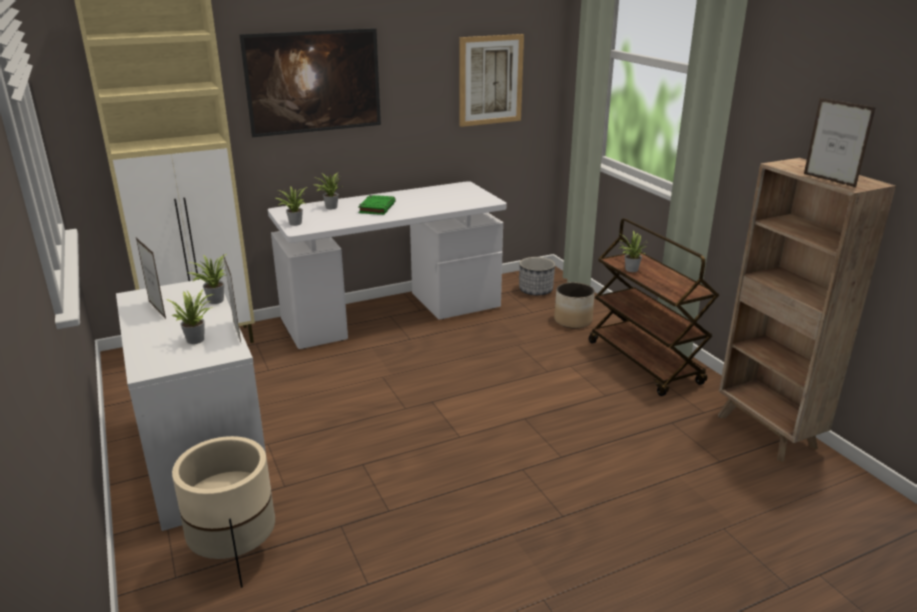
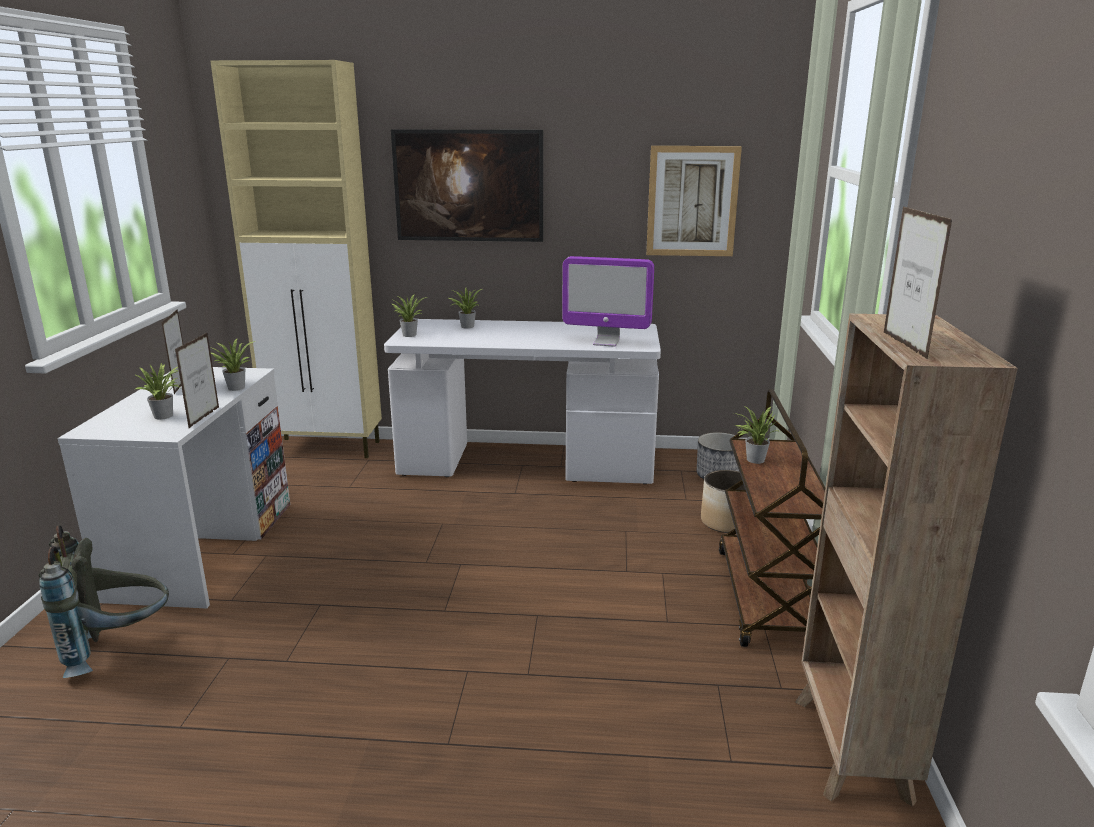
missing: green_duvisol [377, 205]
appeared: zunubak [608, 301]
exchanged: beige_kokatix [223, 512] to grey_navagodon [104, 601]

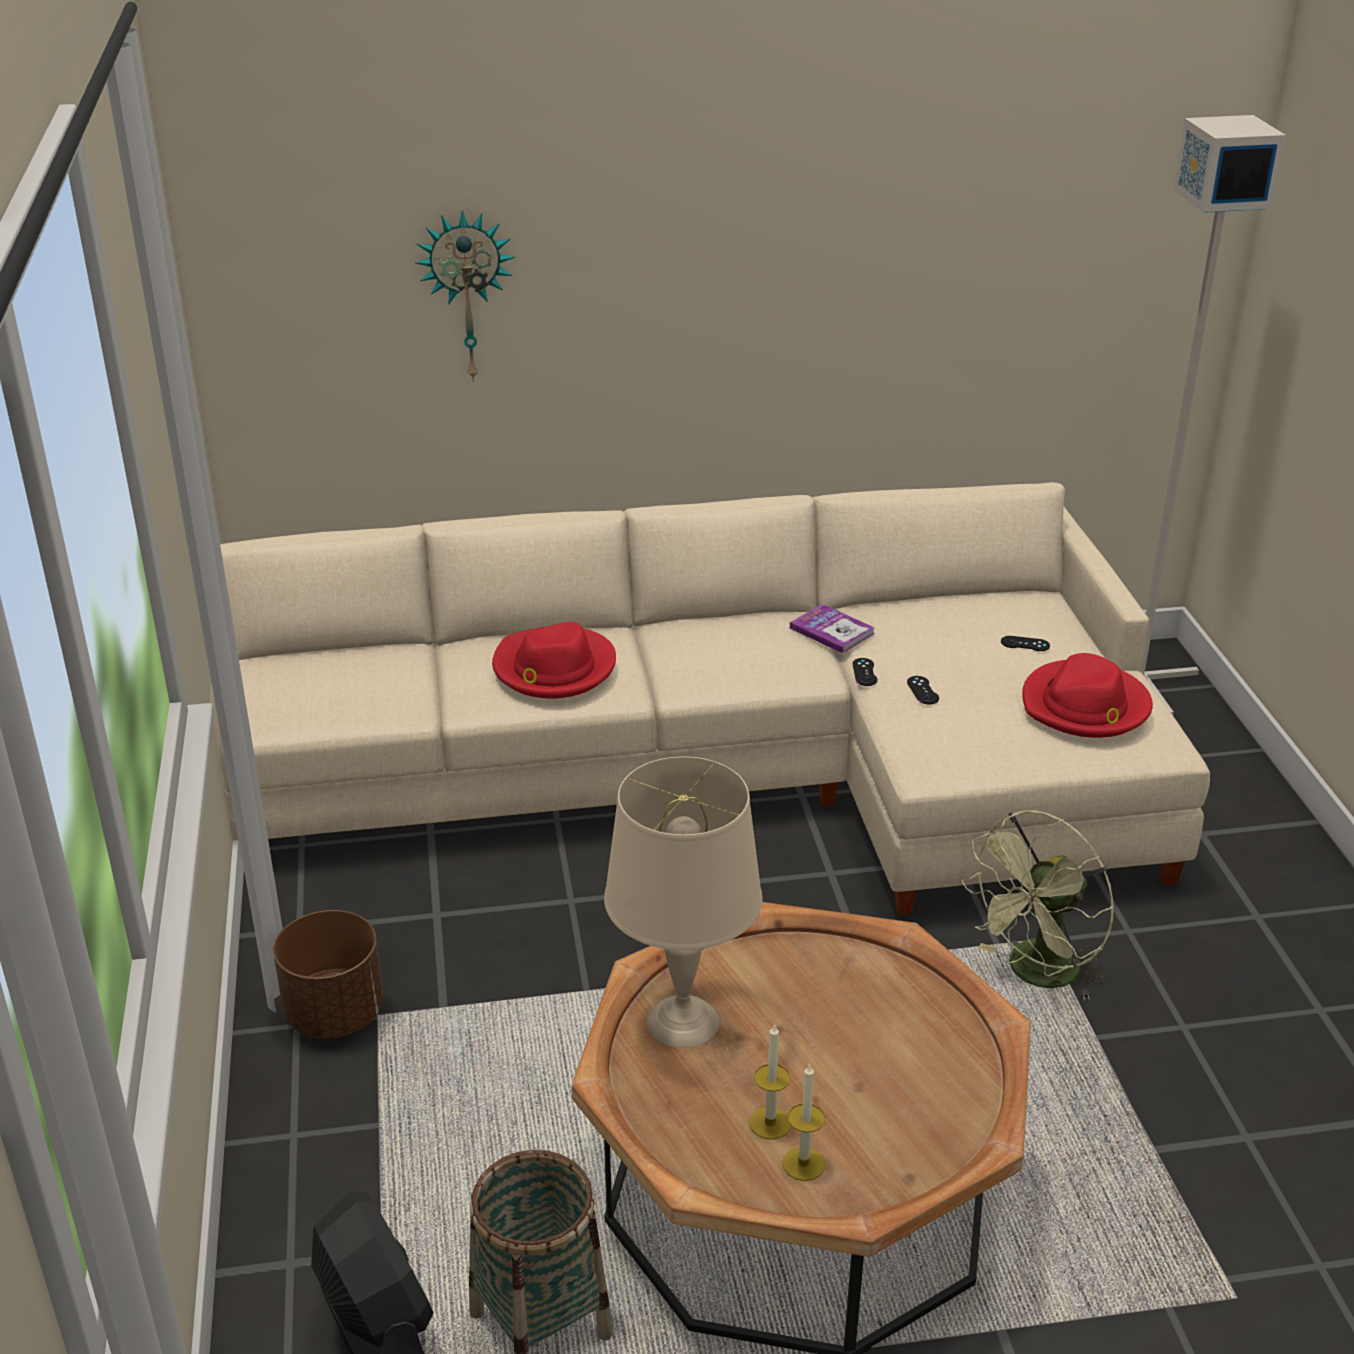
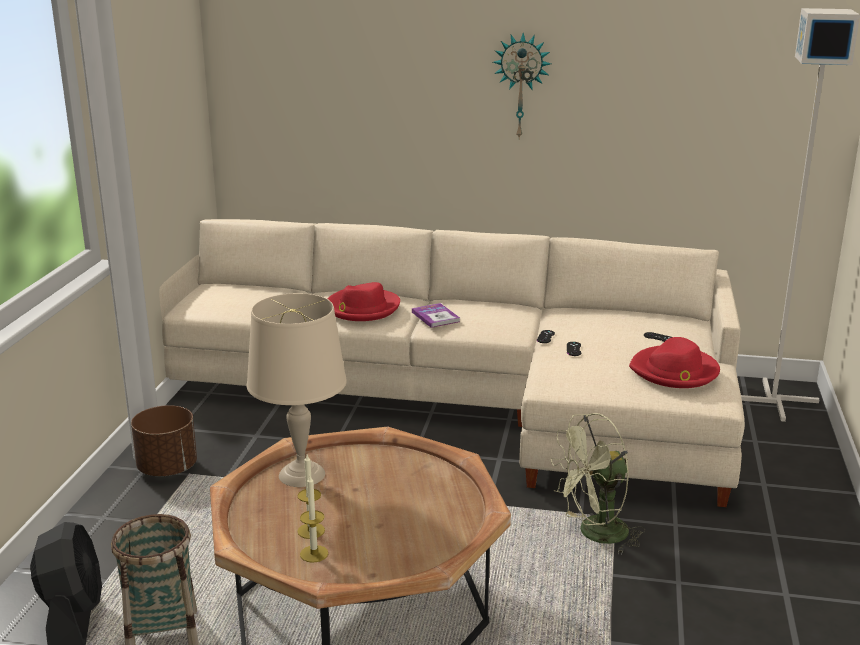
relocated: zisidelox [465, 296] to [522, 86]; duvisol [832, 628] to [436, 315]

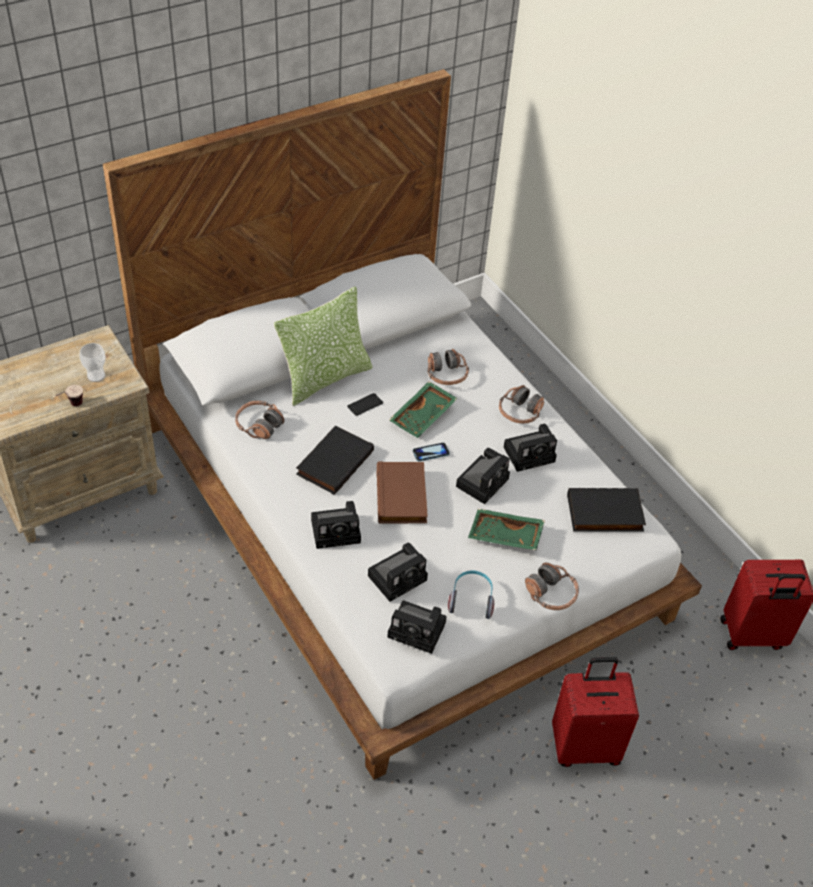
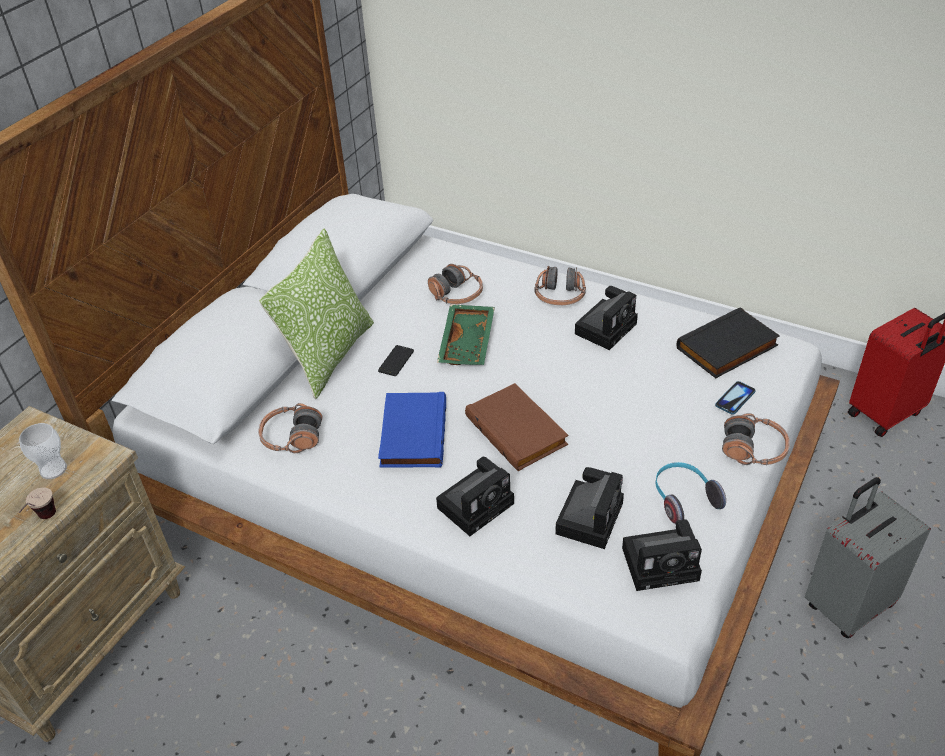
missing: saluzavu [483, 476]; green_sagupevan [506, 529]
relocated: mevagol [431, 452] to [735, 398]
colour: black_duvisol [335, 460] to blue_duvisol [412, 430]; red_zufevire [595, 712] to grey_zufevire [868, 557]

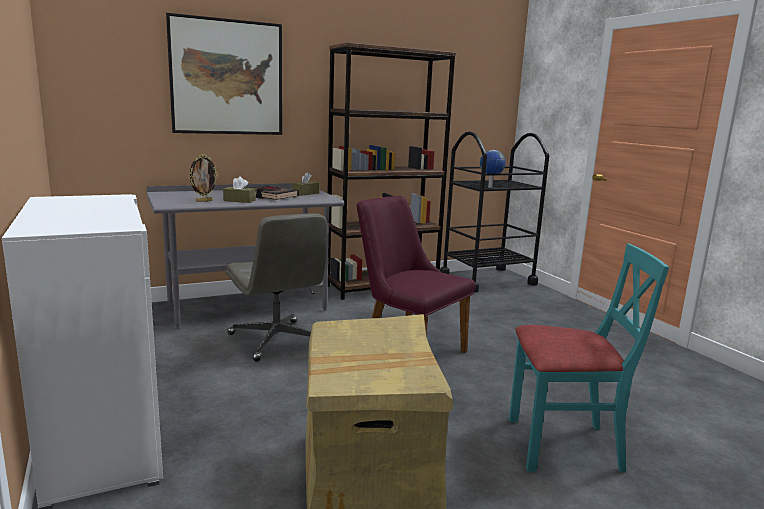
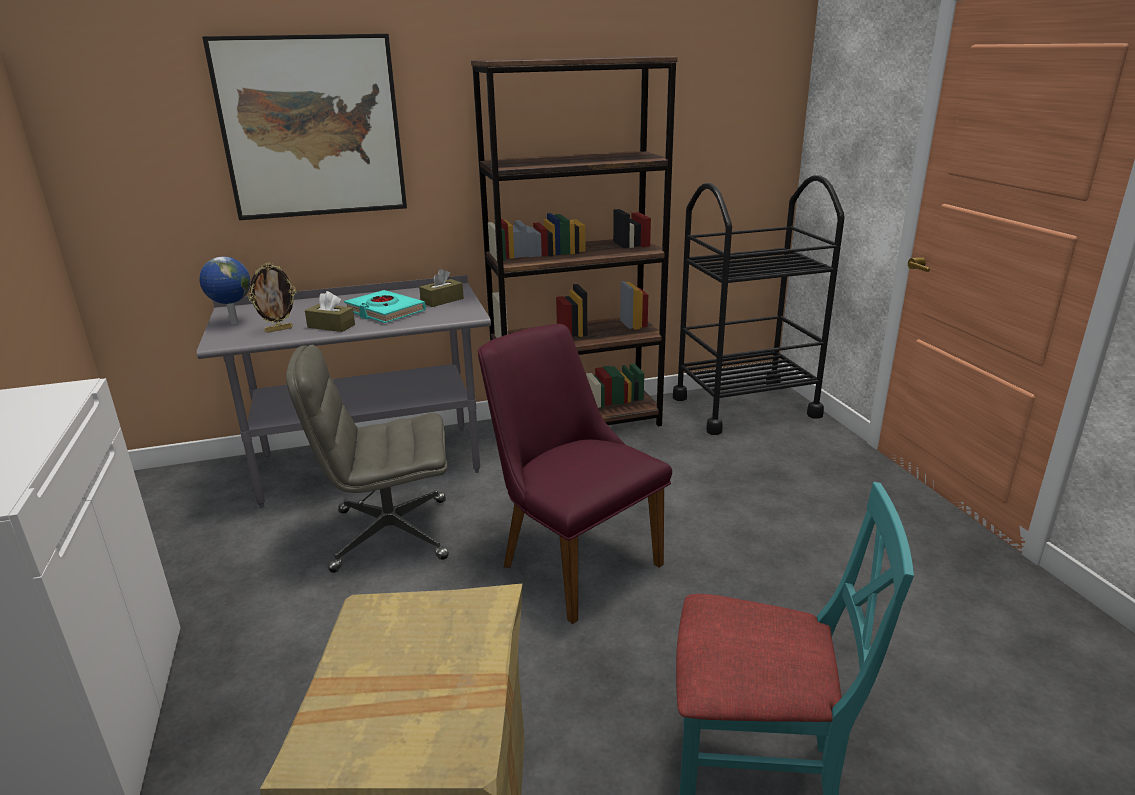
relocated: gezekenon [493, 169] to [225, 290]
colour: black_duvisol [274, 192] to turquoise_duvisol [385, 306]
spun: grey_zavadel [277, 287] = [367, 459] 105 degrees clockwise

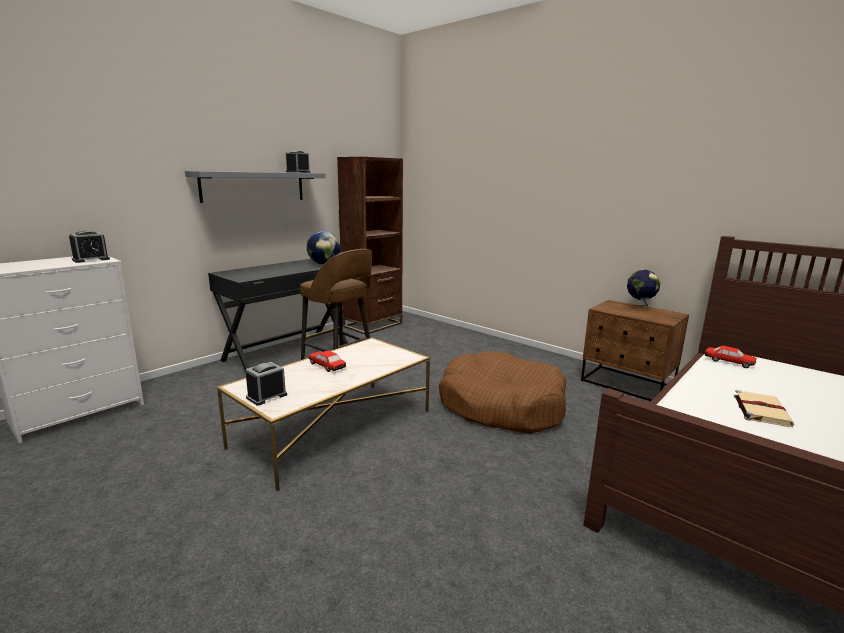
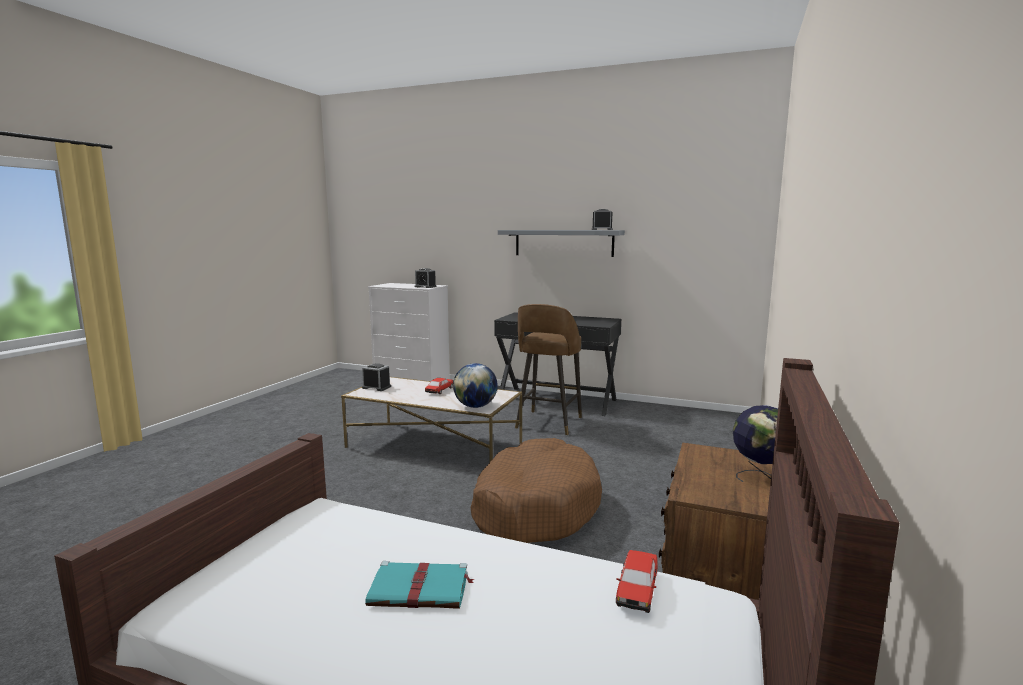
missing: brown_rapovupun [370, 245]
relocated: gezekenon [324, 247] to [475, 385]
colour: beige_duvisol [764, 408] to turquoise_duvisol [419, 585]

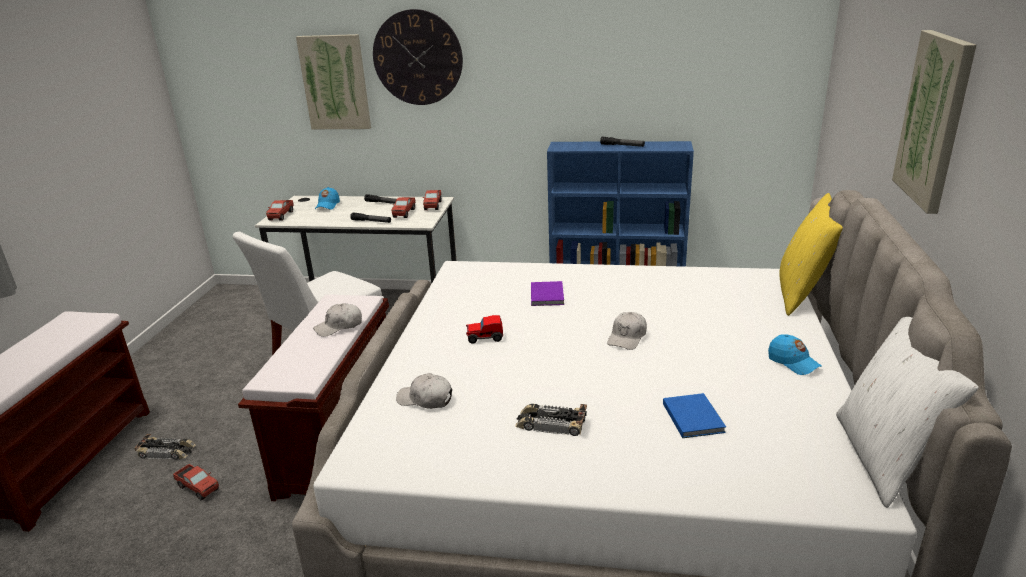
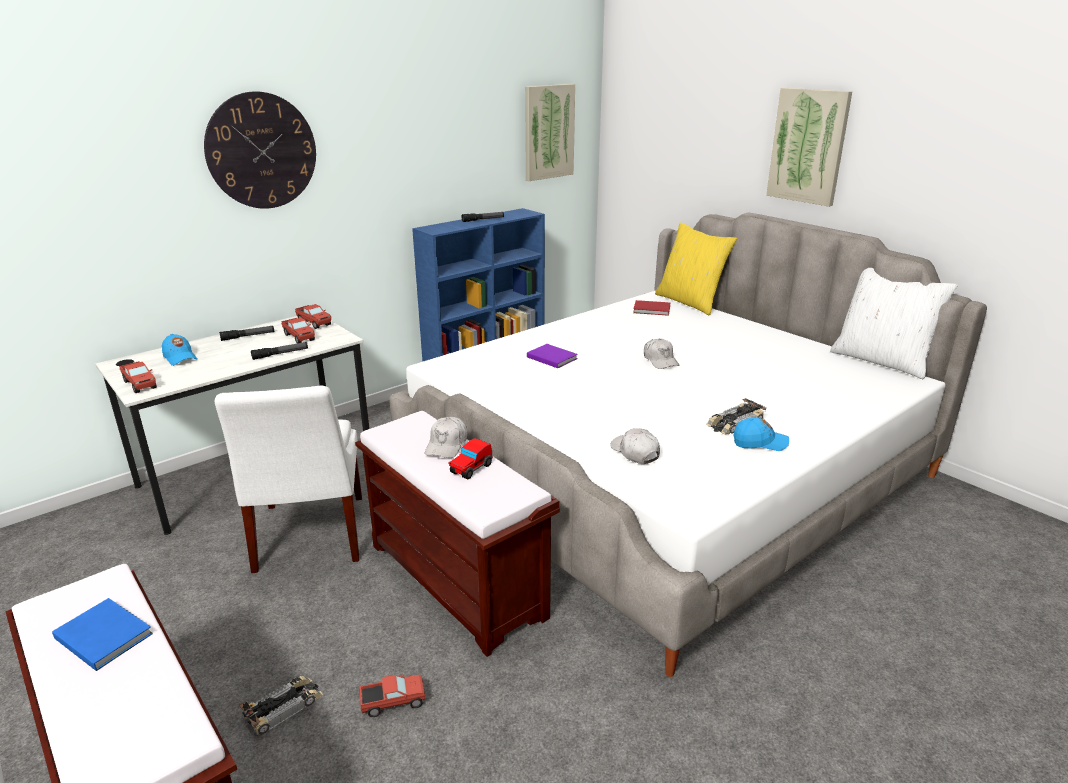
appeared: red_duvisol [651, 308]
relocated: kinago [333, 81] to [550, 132]; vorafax [484, 329] to [470, 459]; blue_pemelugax [795, 354] to [761, 434]; blue_duvisol [694, 415] to [102, 634]
spun: white_pemelugax [424, 391] = [635, 446] 90 degrees clockwise

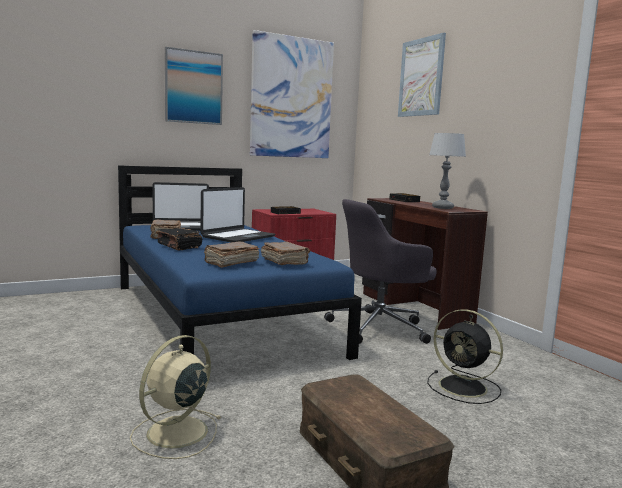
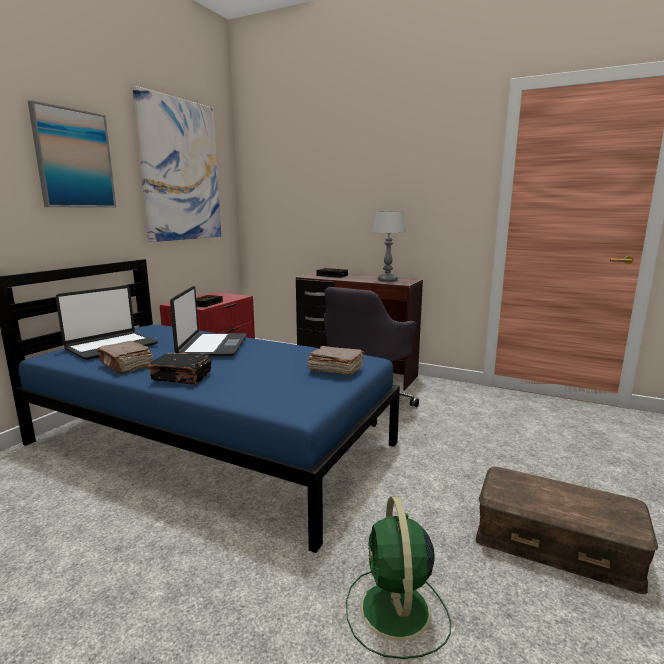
missing: kinago [422, 75]; brown_duvisol [231, 255]; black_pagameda [465, 356]
colour: beige_pagameda [176, 397] to green_pagameda [398, 578]

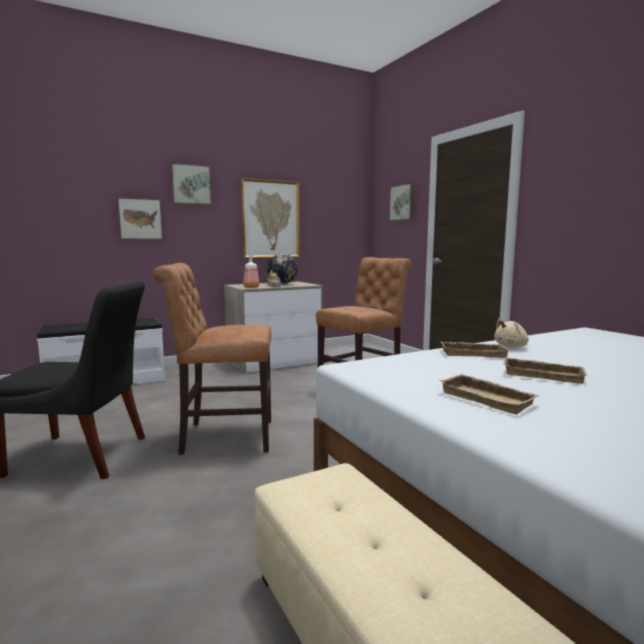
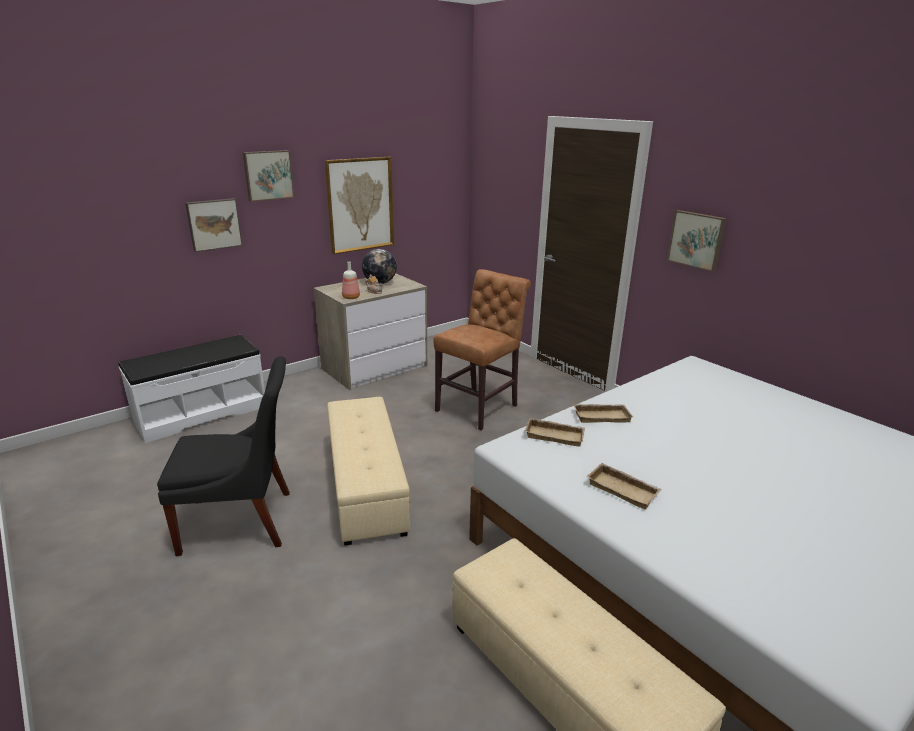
missing: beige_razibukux [511, 332]
relocated: kinago [402, 202] to [697, 241]; beige_sagupevan [545, 370] to [555, 432]
exchanged: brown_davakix [212, 359] to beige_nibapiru [368, 471]

